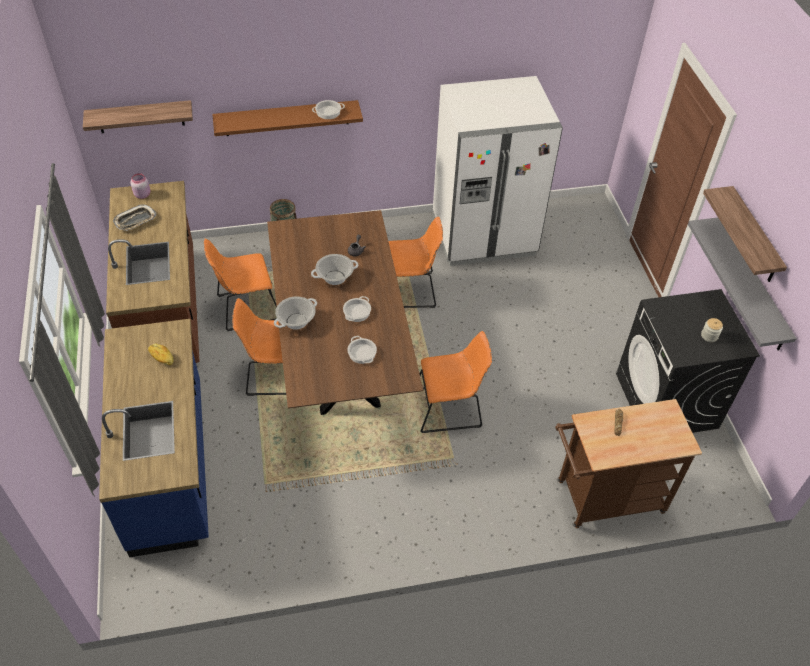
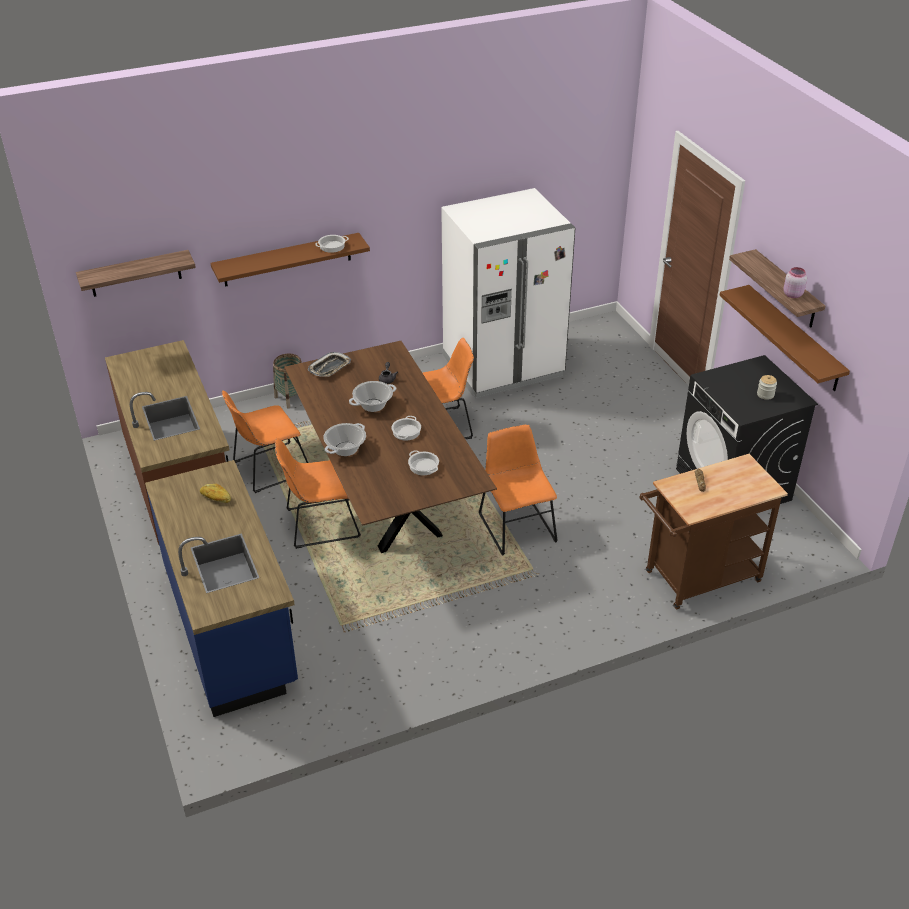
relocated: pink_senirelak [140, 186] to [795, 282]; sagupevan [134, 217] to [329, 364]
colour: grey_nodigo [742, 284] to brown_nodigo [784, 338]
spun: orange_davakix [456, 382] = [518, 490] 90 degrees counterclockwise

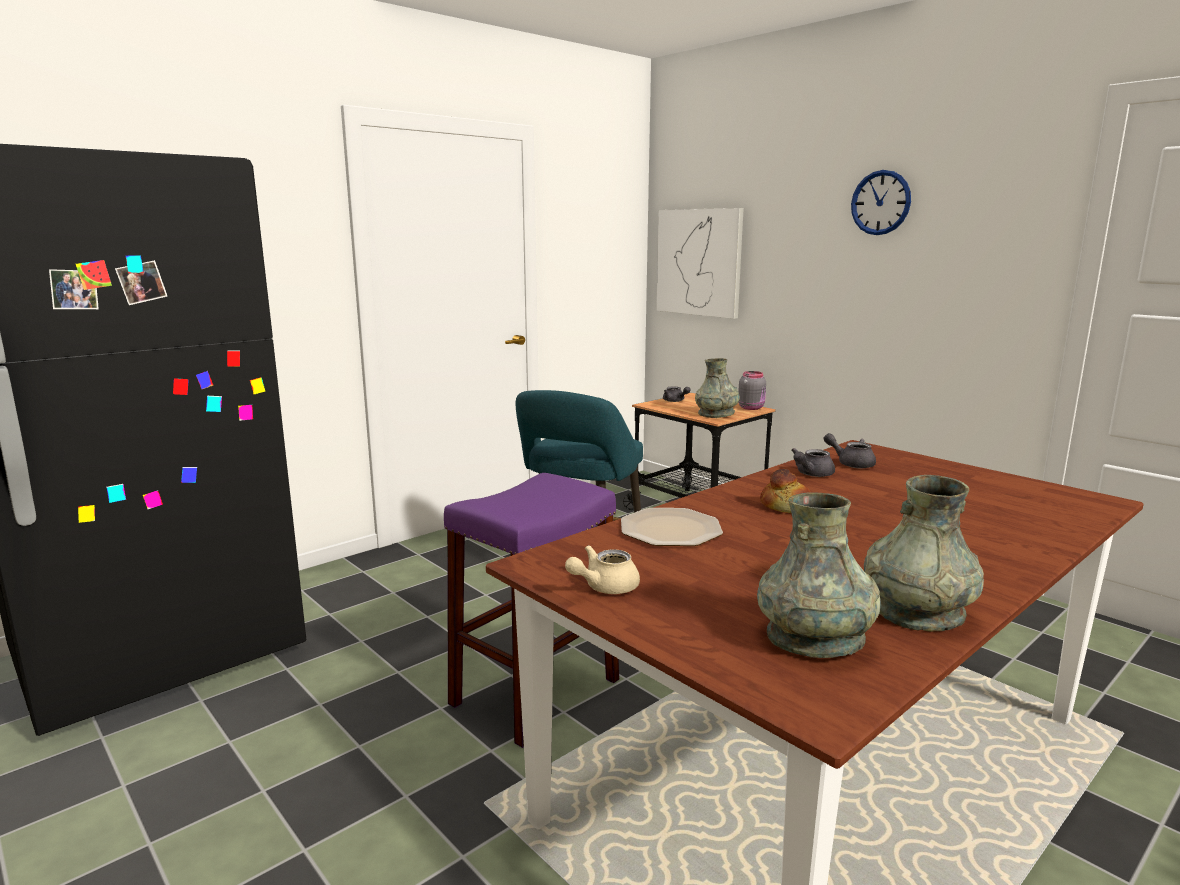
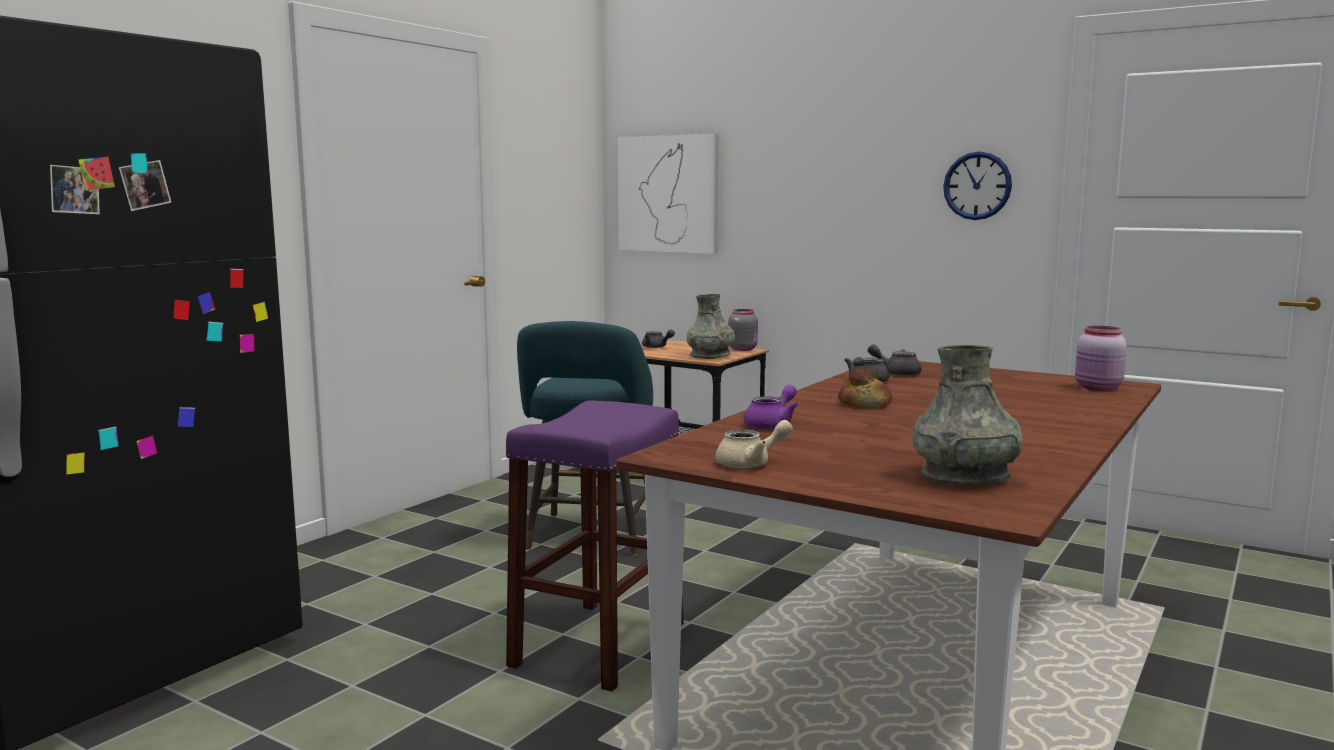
missing: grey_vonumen [924, 553]
appeared: pink_senirelak [1101, 358]
relocated: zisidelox [881, 202] to [977, 185]
exchanged: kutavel [672, 527] to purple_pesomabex [771, 407]
spun: beige_pesomabex [602, 569] = [754, 444] 150 degrees counterclockwise

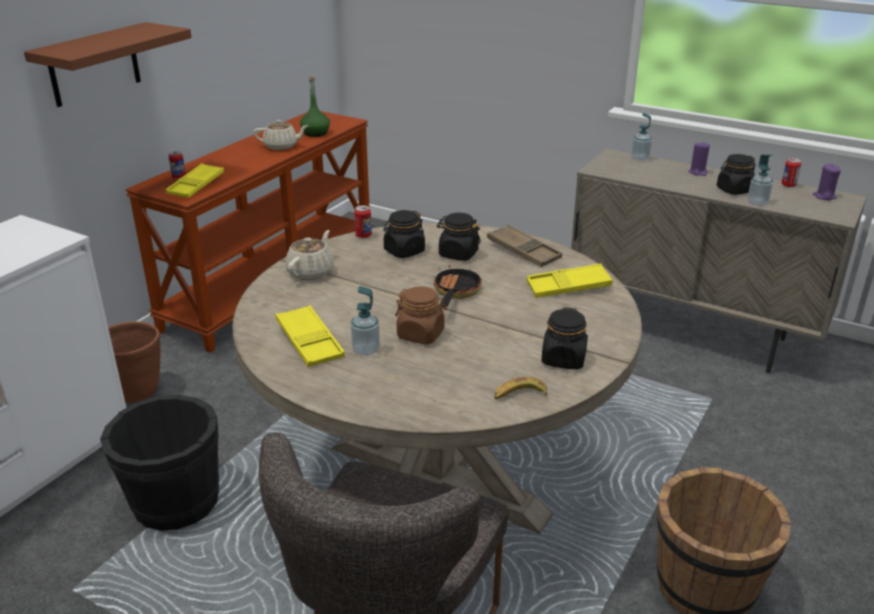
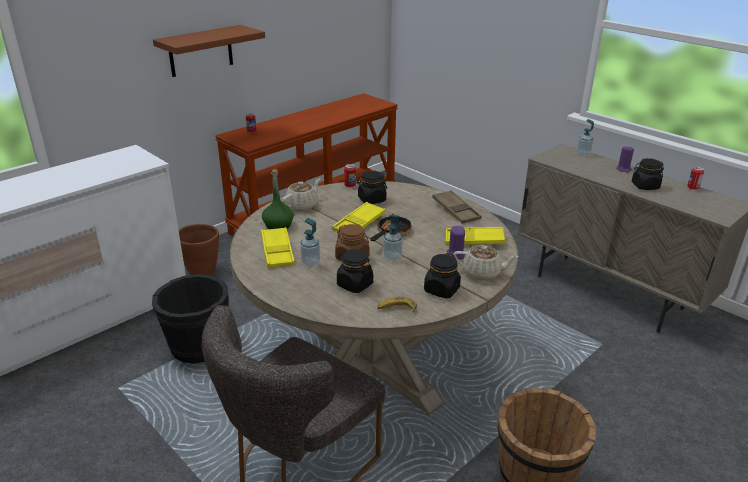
relocated: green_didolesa [315, 106] to [278, 199]; beige_pesomabex [281, 135] to [485, 262]; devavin [760, 180] to [393, 237]; yellow_sagupevan [195, 180] to [358, 217]; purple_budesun [827, 182] to [456, 242]; black_senirelak [459, 237] to [355, 271]

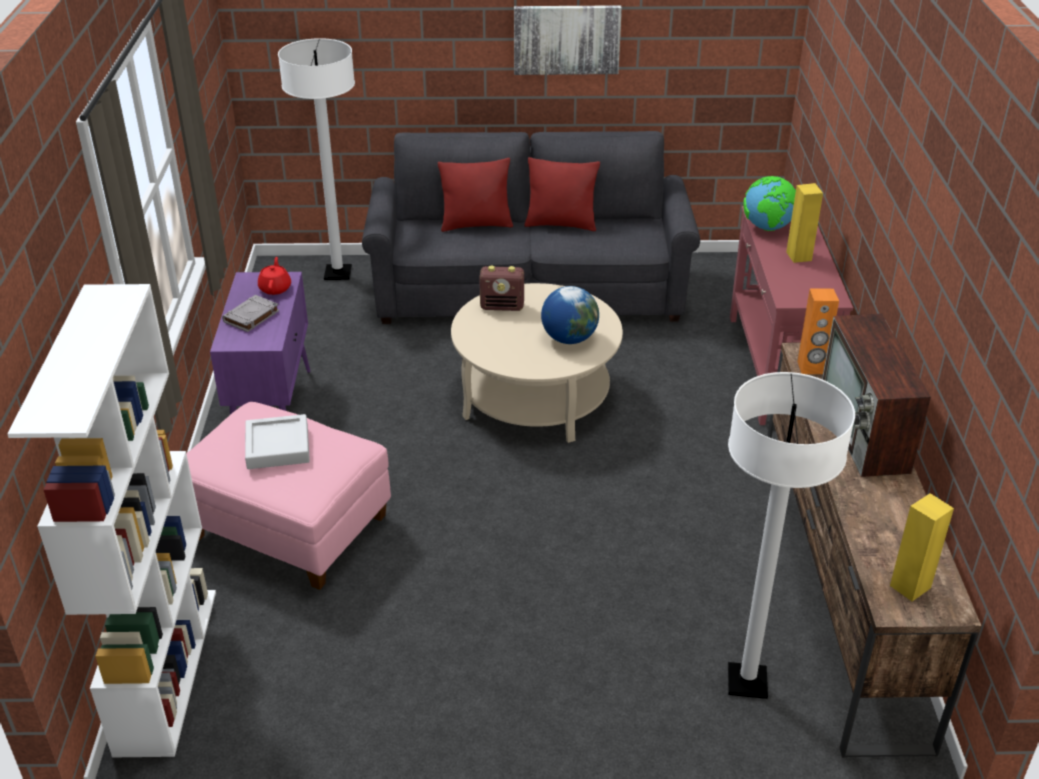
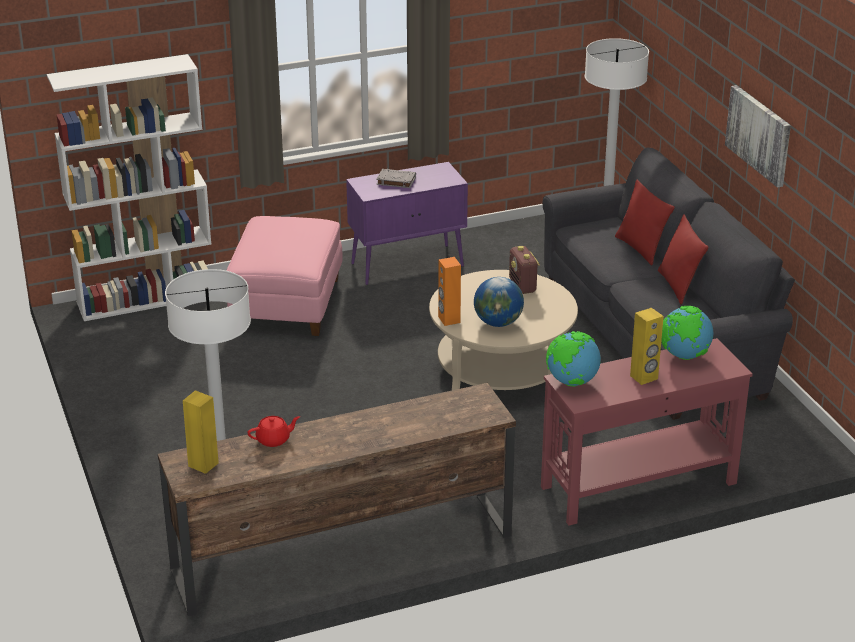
missing: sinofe [876, 395]; grey_sagupevan [277, 441]
appeared: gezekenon [573, 358]
relocated: red_pesomabex [274, 276] to [273, 431]; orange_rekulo [818, 331] to [449, 291]

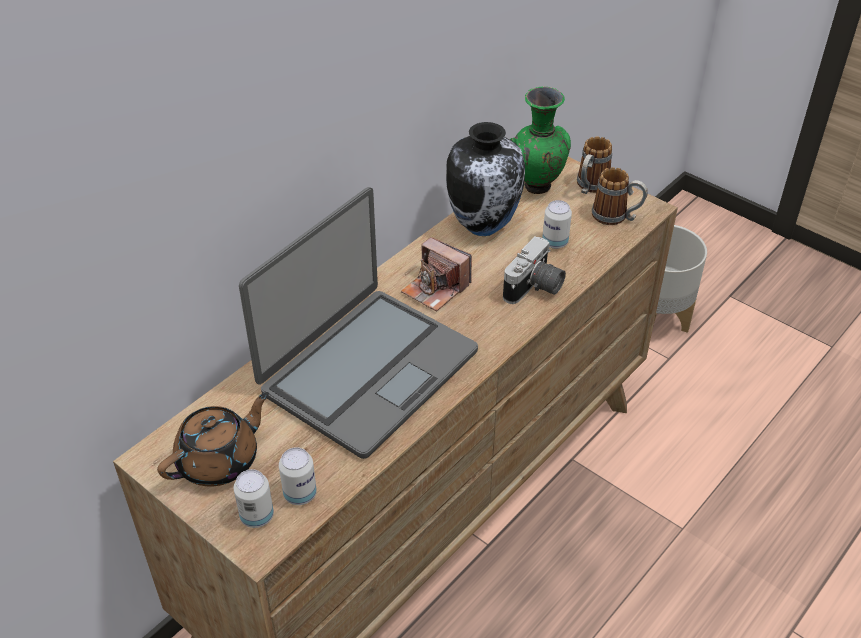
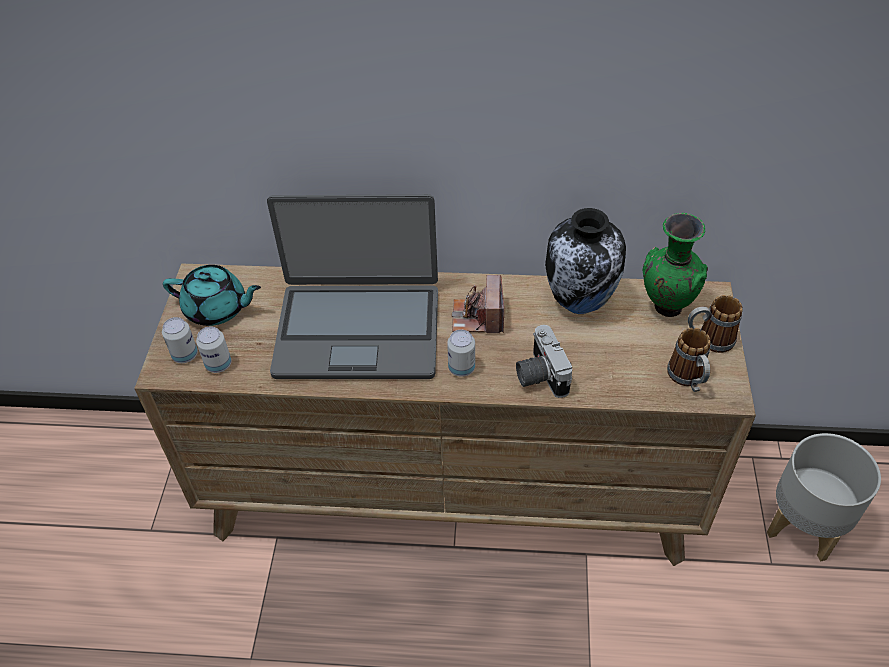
relocated: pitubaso [557, 224] to [461, 353]
colour: brown_pesomabex [213, 439] to turquoise_pesomabex [212, 295]
spun: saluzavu [534, 270] = [544, 361] 75 degrees clockwise

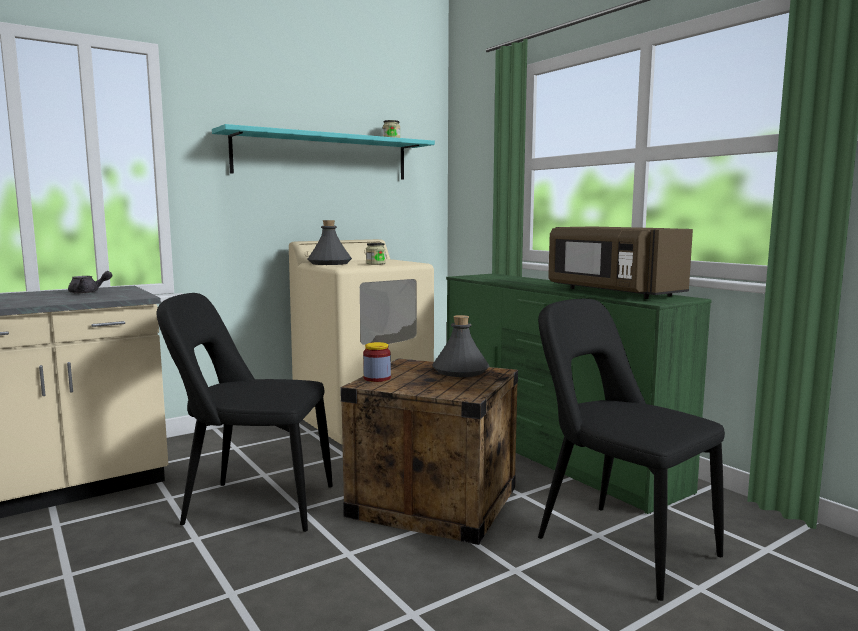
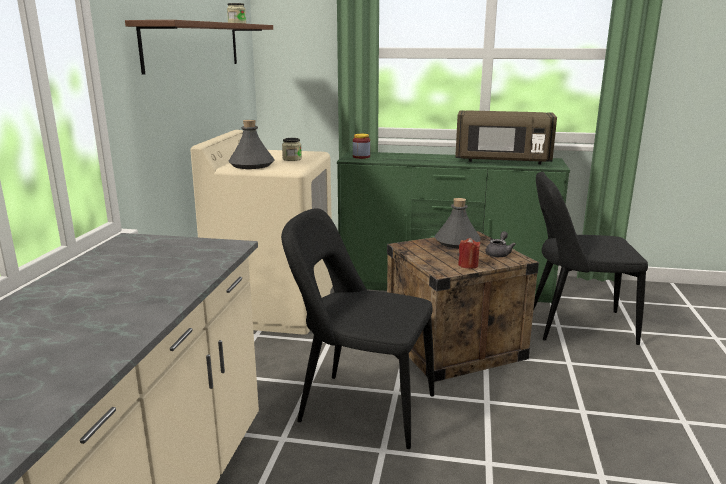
appeared: red_budesun [469, 253]
relocated: grey_pesomabex [90, 282] to [500, 244]; senirelak [377, 362] to [361, 146]
colour: turquoise_nodigo [323, 152] to brown_nodigo [199, 47]
spun: black_davakix [244, 412] = [357, 328] 60 degrees clockwise

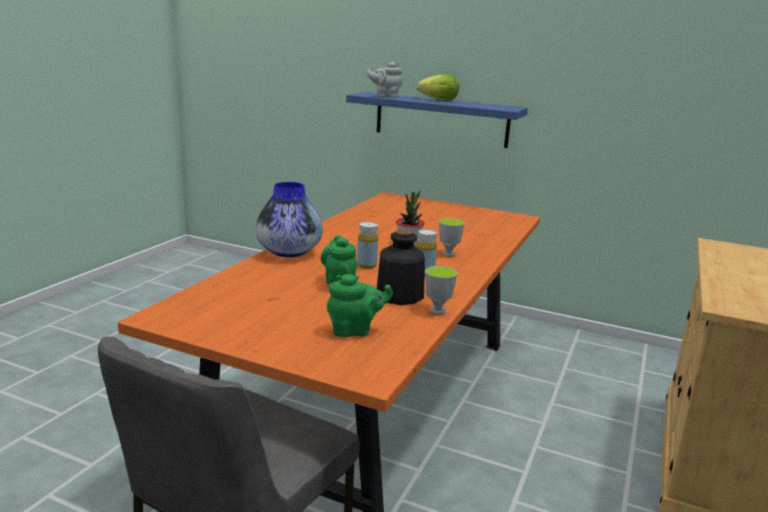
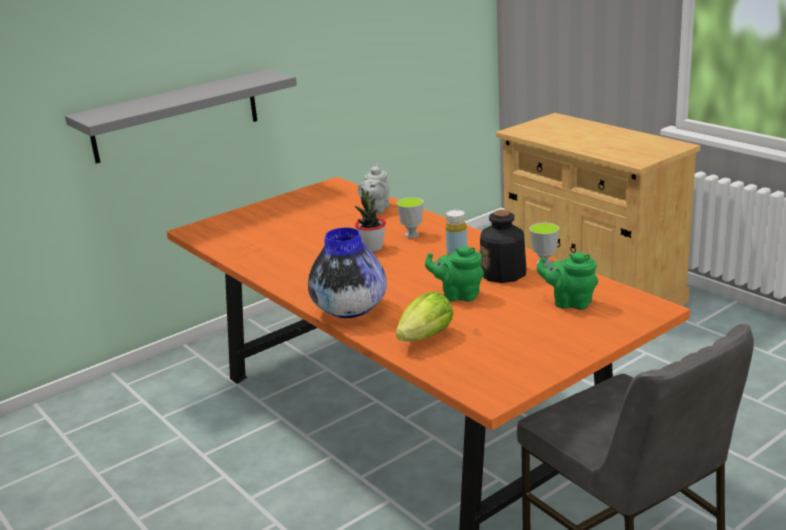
missing: yellow_didolesa [367, 245]
relocated: grey_pesomabex [385, 80] to [374, 189]; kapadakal [438, 87] to [424, 316]
colour: blue_nodigo [437, 120] to grey_nodigo [181, 116]
spun: green_pesomabex [360, 305] = [567, 281] 90 degrees counterclockwise

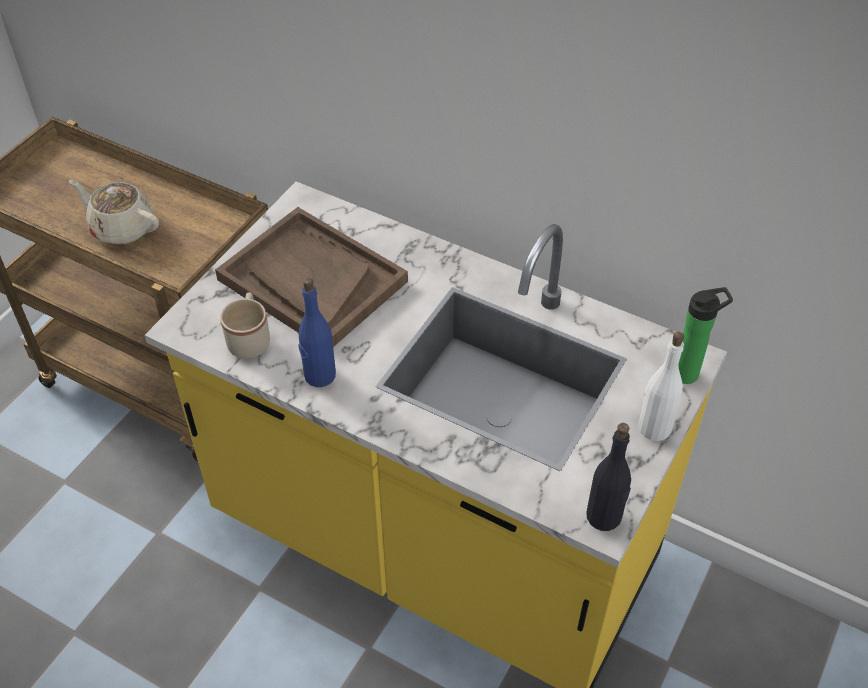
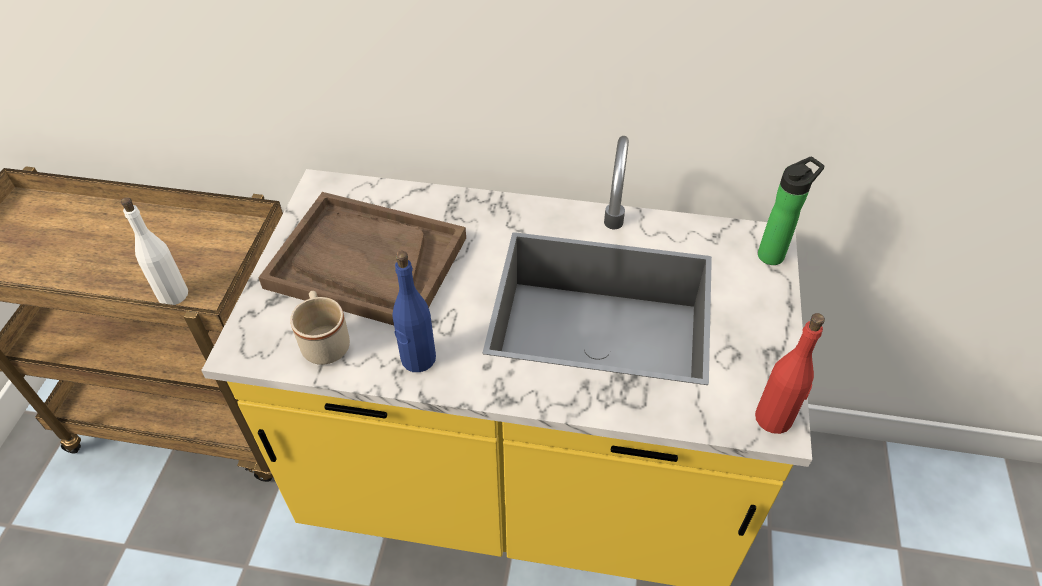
missing: beige_pesomabex [114, 212]
relocated: white_didolesa [661, 386] to [154, 251]
colour: black_didolesa [608, 477] to red_didolesa [790, 373]

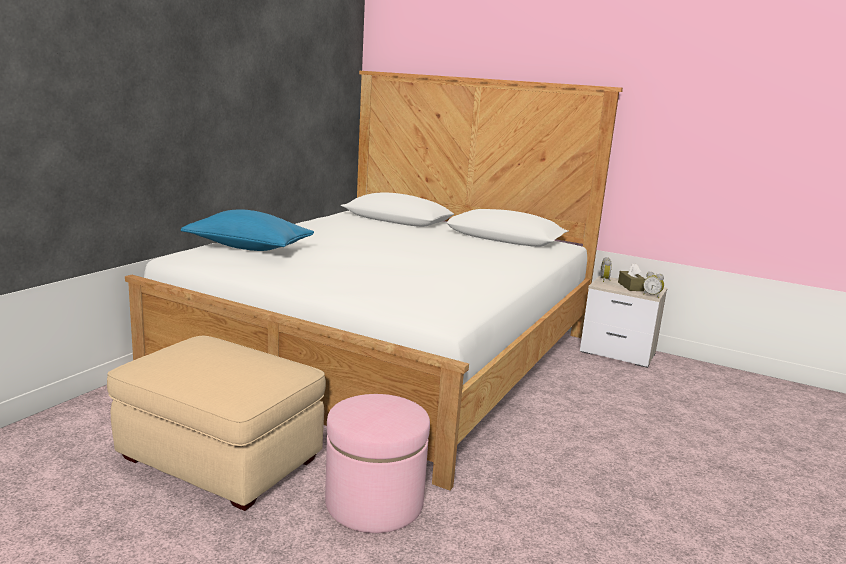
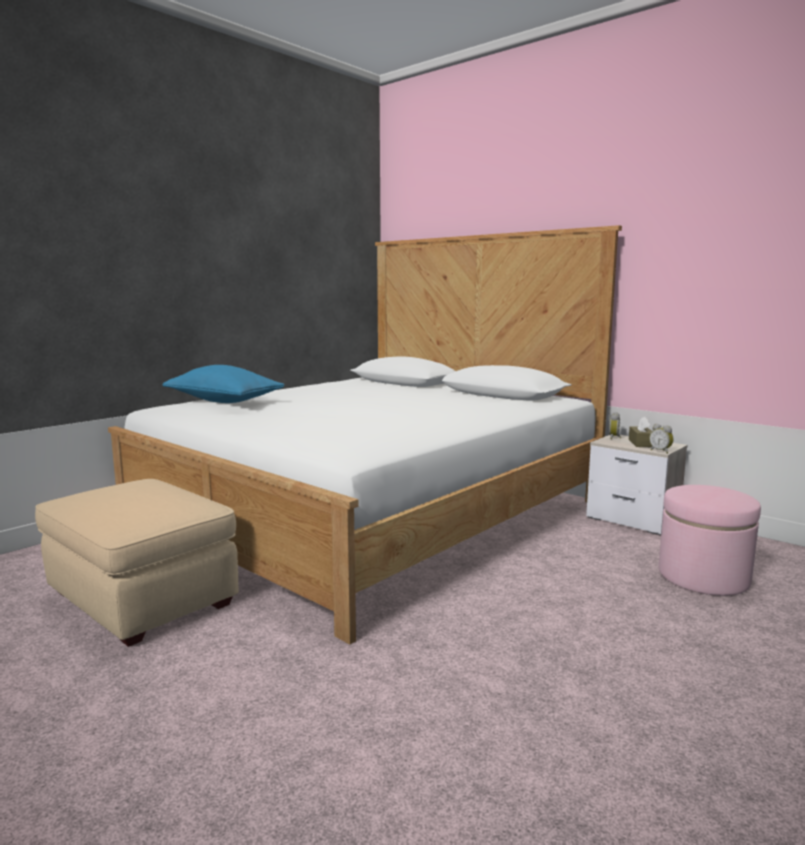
relocated: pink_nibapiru [377, 463] to [710, 540]

